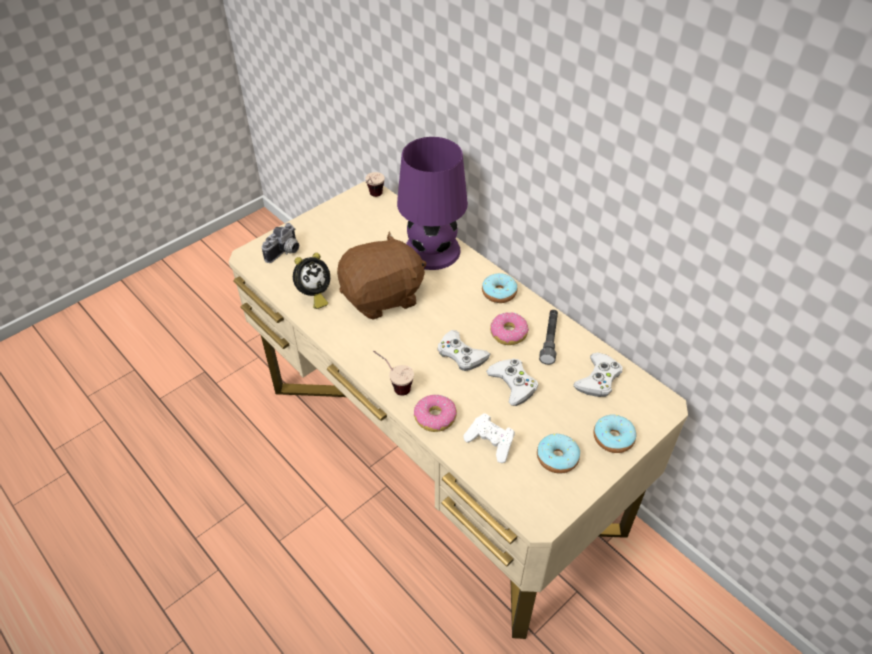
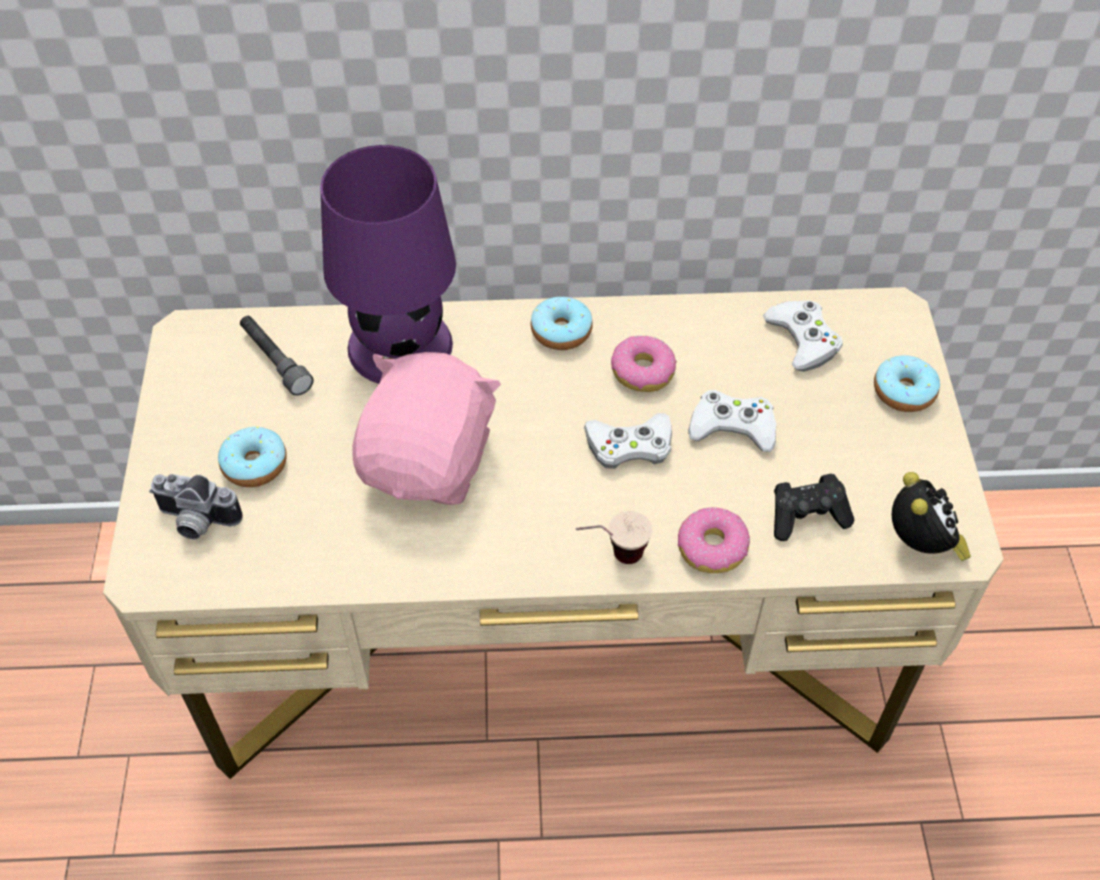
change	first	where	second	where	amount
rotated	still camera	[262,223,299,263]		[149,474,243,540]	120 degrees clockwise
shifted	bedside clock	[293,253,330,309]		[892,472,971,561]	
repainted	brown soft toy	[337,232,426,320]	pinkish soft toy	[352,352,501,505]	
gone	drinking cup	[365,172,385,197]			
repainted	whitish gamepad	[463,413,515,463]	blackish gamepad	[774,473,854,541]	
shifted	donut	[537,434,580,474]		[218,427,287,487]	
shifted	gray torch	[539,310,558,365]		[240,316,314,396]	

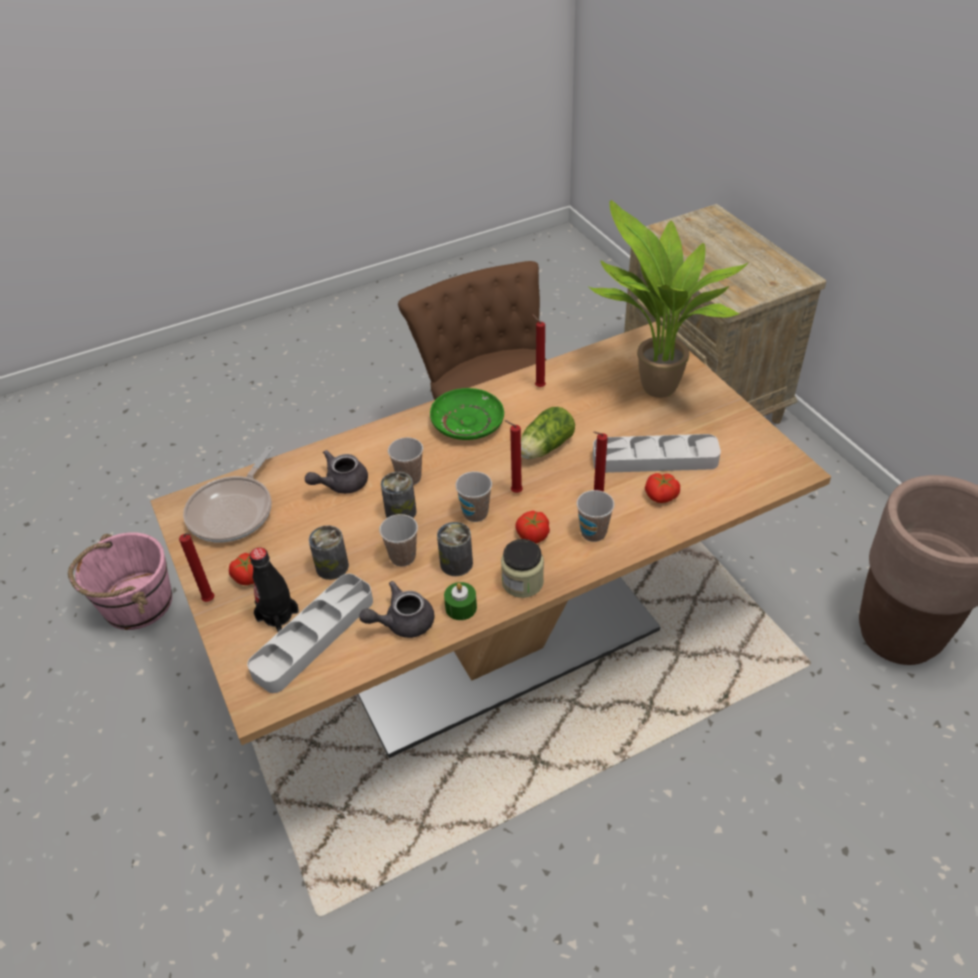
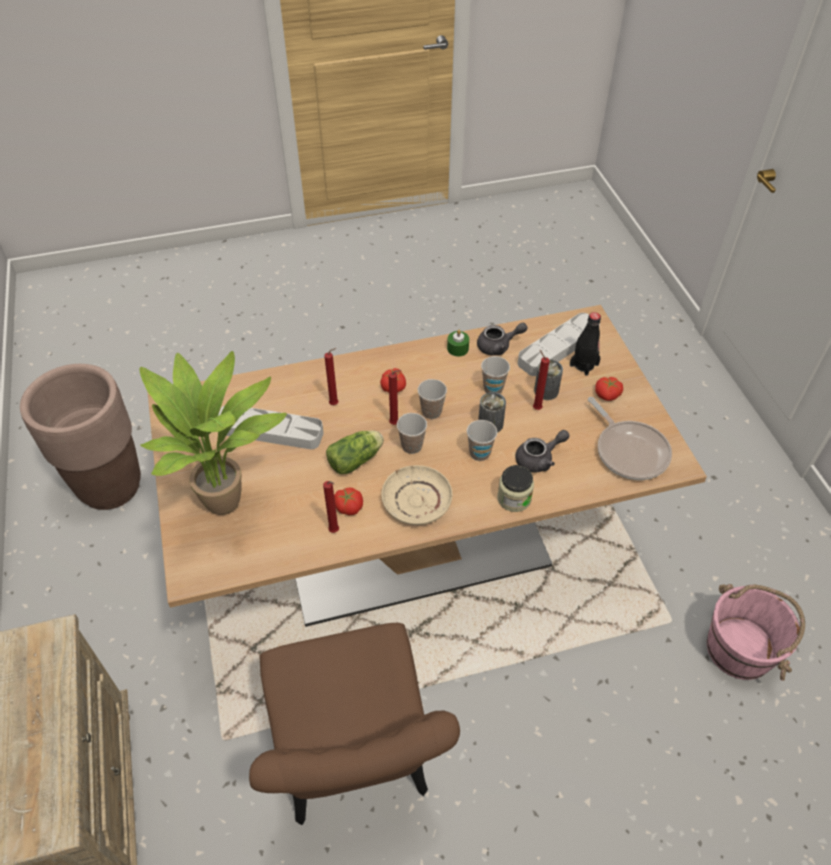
change	first	where	second	where	amount
shifted	red candle	[179,532,214,602]		[533,350,550,410]	
rotated	skillet	[183,446,274,542]		[588,397,672,480]	120 degrees clockwise
repainted	green-coloured plate	[430,388,504,440]	beige-coloured plate	[381,465,453,525]	
gone	sealed can	[437,522,473,576]			
shifted	storage jar	[501,539,544,598]		[497,465,534,512]	
shifted	drinking cup	[576,490,615,542]		[397,413,427,454]	
shifted	fresh tomato	[645,473,680,503]		[334,488,363,515]	

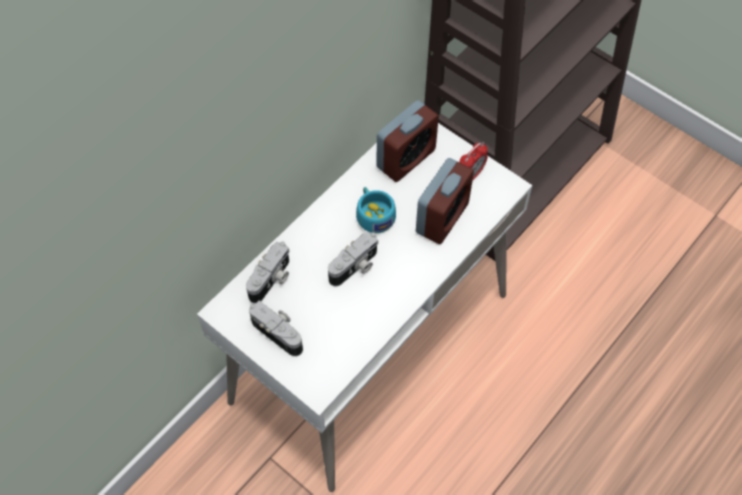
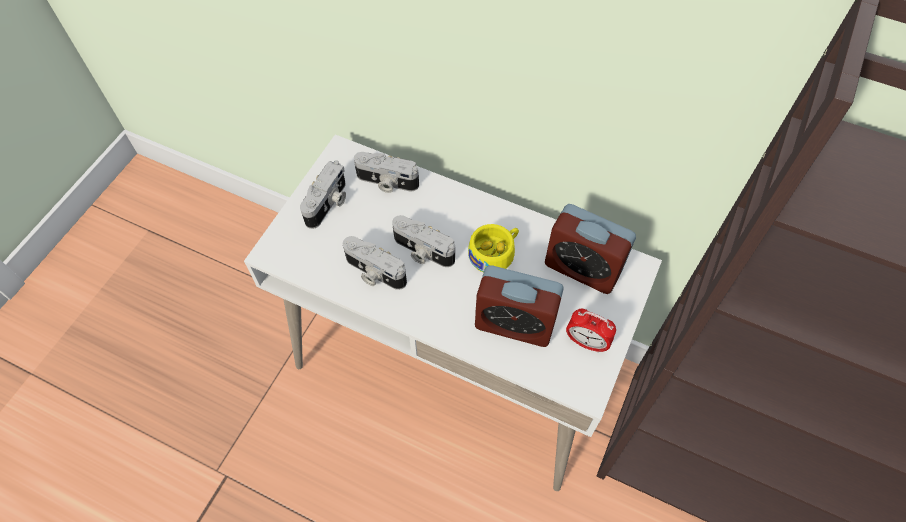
change	first	where	second	where	amount
repainted	turquoise drinking cup	[356,187,396,233]	yellow-coloured drinking cup	[468,224,519,273]	
new			still camera	[343,236,407,290]	

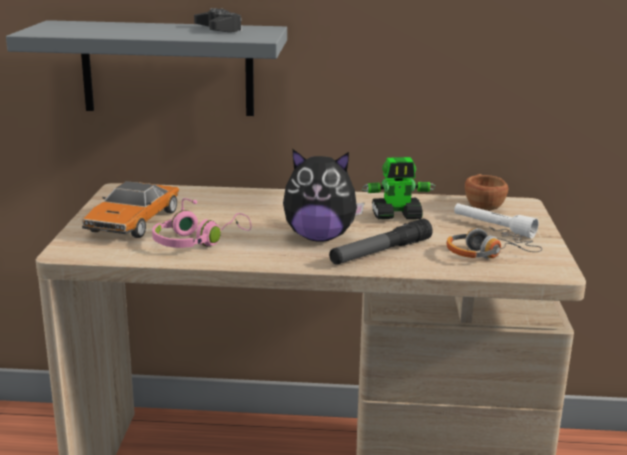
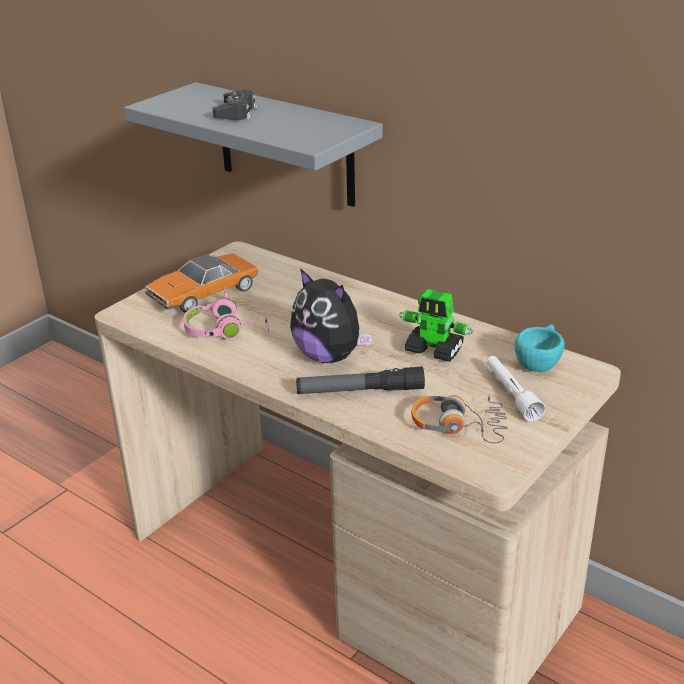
change	first	where	second	where	amount
shifted	blackish gamepad	[194,8,242,32]		[213,89,257,120]	
repainted	brown drinking cup	[465,174,508,211]	turquoise drinking cup	[514,325,565,372]	

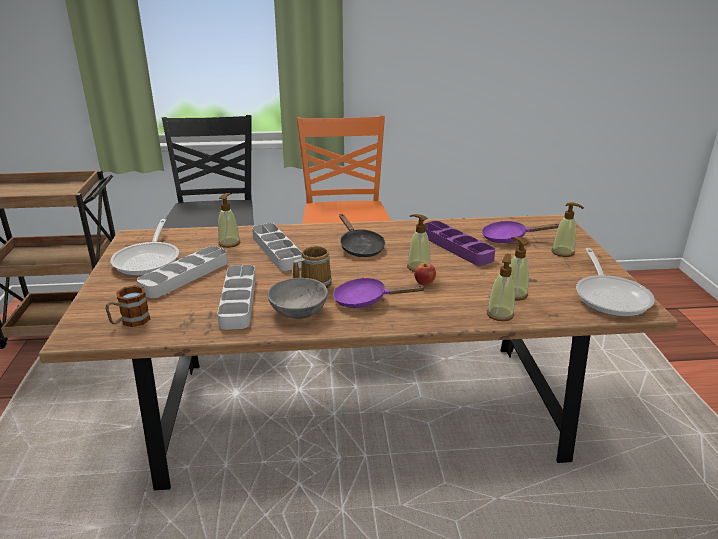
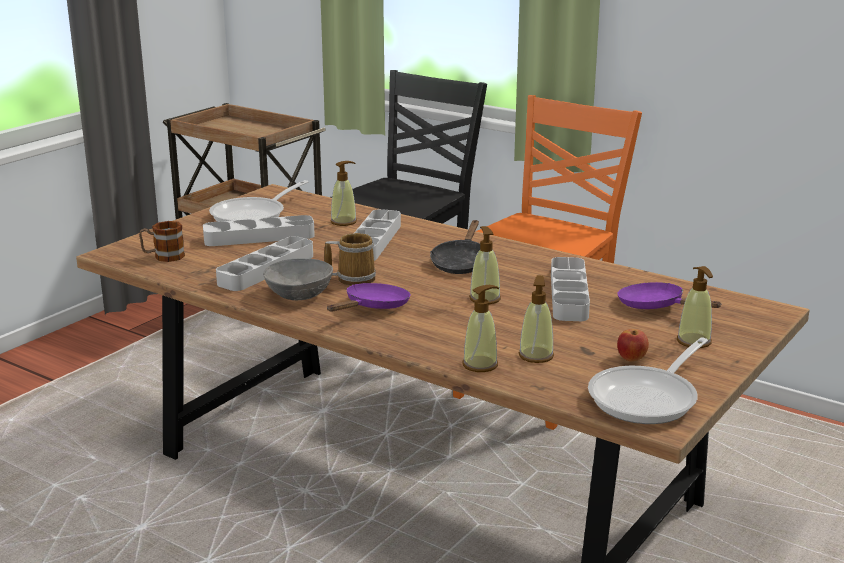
change	first	where	second	where	amount
rotated	purple skillet	[333,278,426,308]		[327,283,411,311]	75 degrees clockwise
shifted	apple	[414,263,436,286]		[617,329,649,362]	
repainted	purple tray	[424,221,495,266]	gray tray	[551,257,590,321]	

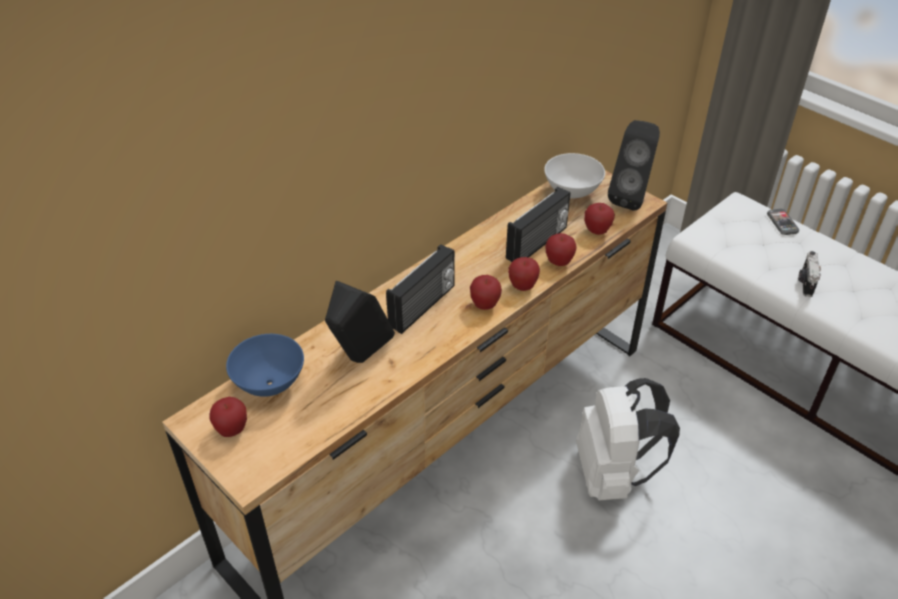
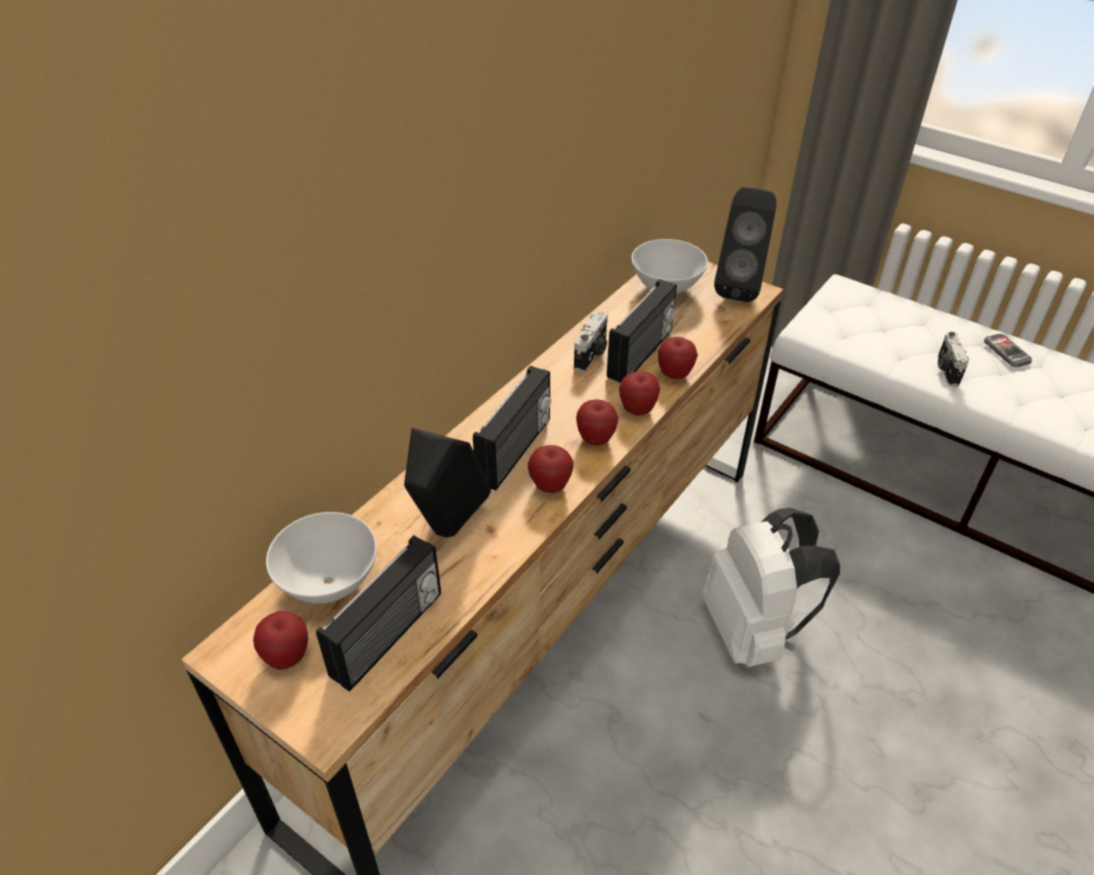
change	first	where	second	where	amount
repainted	blue-coloured serving bowl	[226,334,304,397]	whitish serving bowl	[266,512,377,603]	
shifted	apple	[584,203,615,235]		[528,445,574,493]	
shifted	telephone	[767,209,799,235]		[984,334,1032,367]	
new			radio receiver	[316,535,441,692]	
new			still camera	[574,311,608,373]	

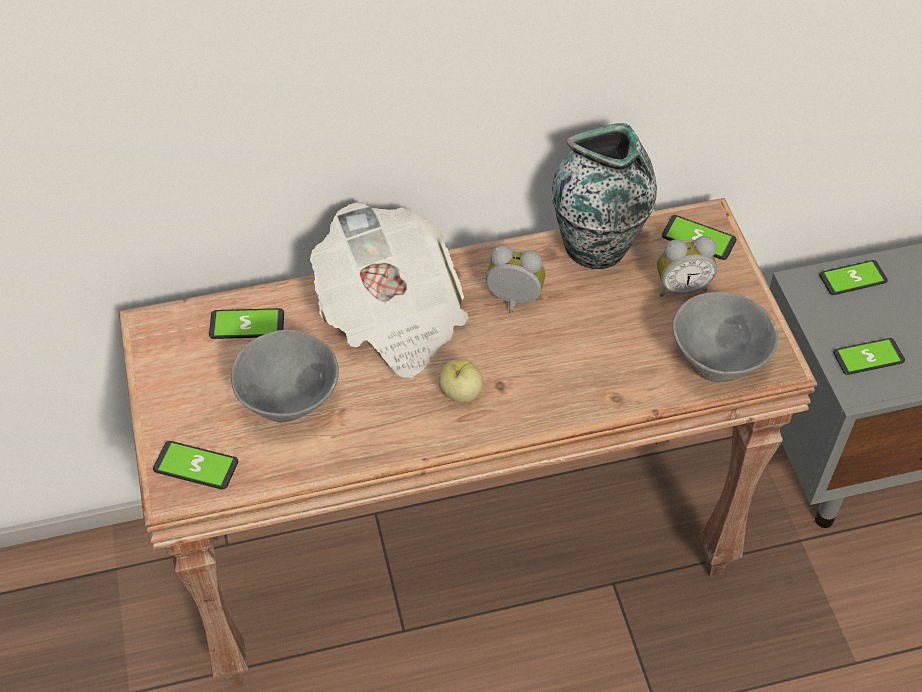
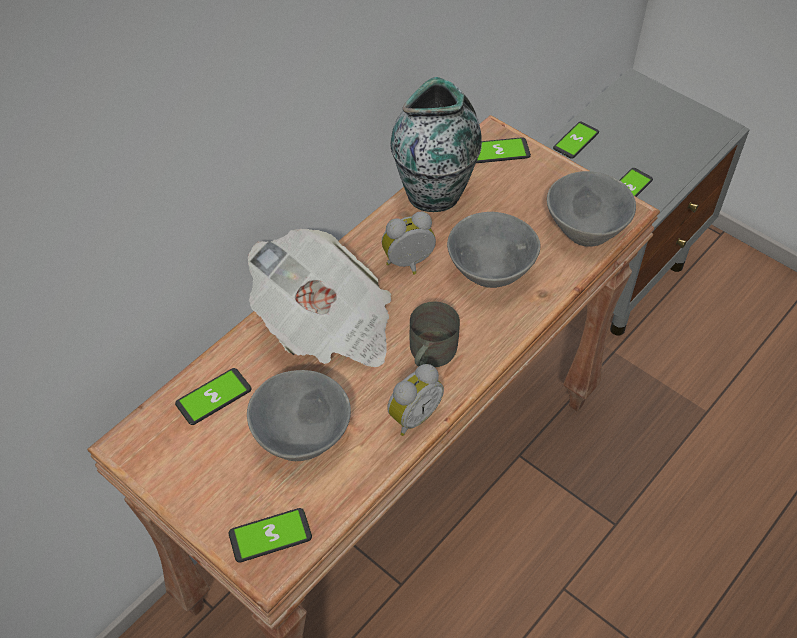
change	first	where	second	where	amount
swapped	apple	[439,359,483,403]	gray coffee mug	[409,301,460,367]	
shifted	bedside clock	[657,236,717,297]		[387,364,444,436]	
new			gray serving bowl	[447,212,541,288]	

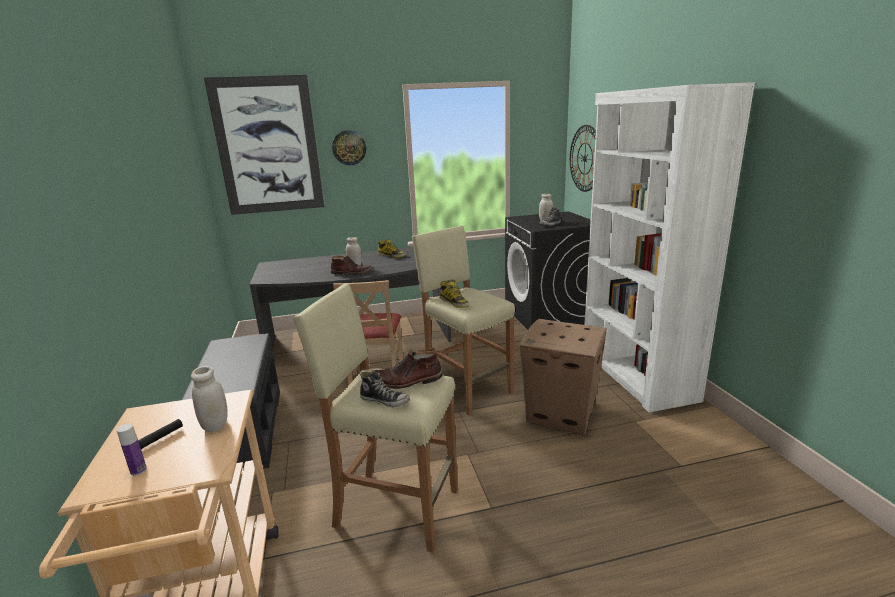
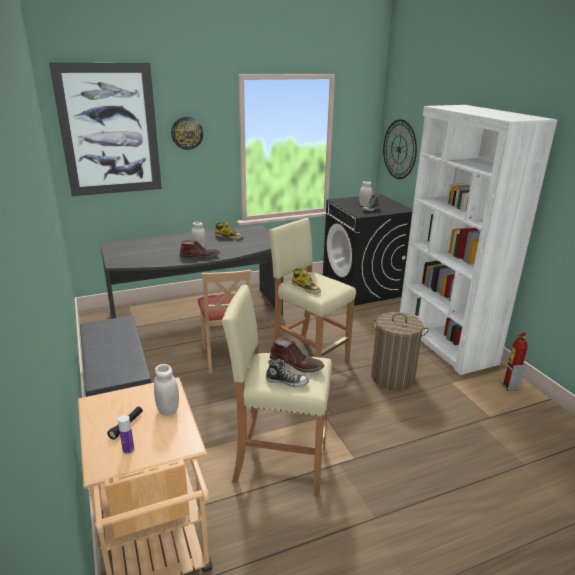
change	first	where	second	where	amount
rotated	brown high-top boot	[374,350,443,389]		[270,337,324,373]	135 degrees counterclockwise
swapped	carton	[520,319,607,434]	washing basket	[371,312,429,390]	
new			fire extinguisher	[501,332,528,391]	

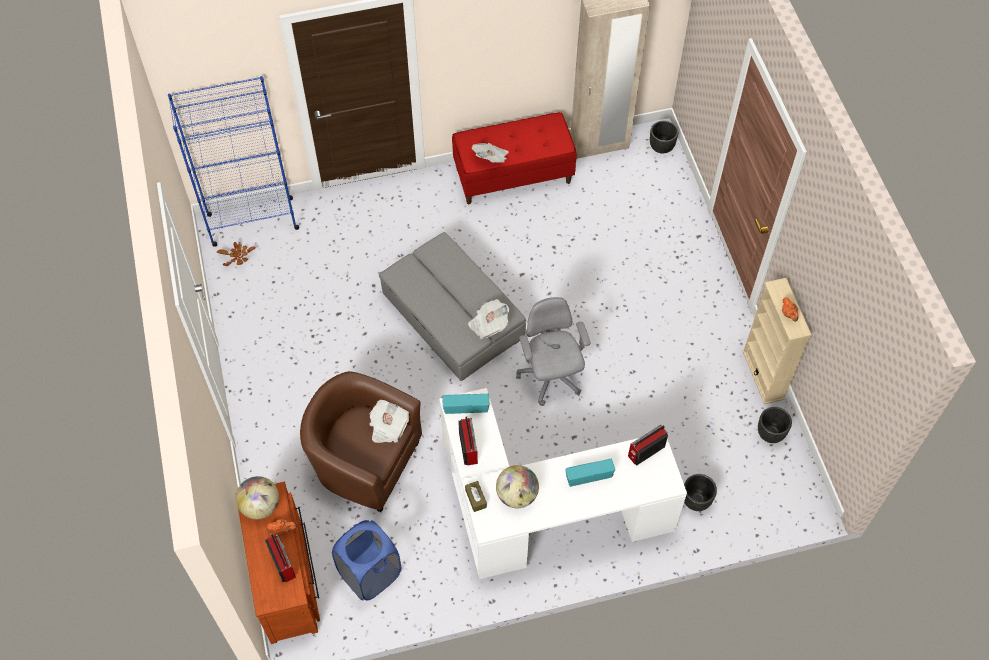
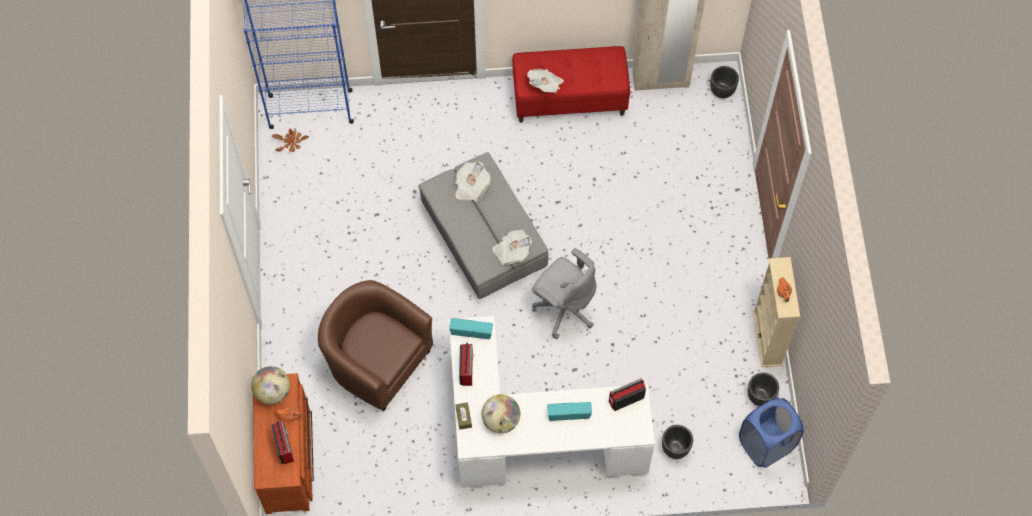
change	first	where	second	where	amount
shifted	blue-coloured washing basket	[332,520,401,600]		[739,397,804,468]	
shifted	printed paper	[369,400,409,443]		[455,162,490,202]	
rotated	gray office chair	[516,297,590,406]		[532,248,597,339]	135 degrees clockwise

